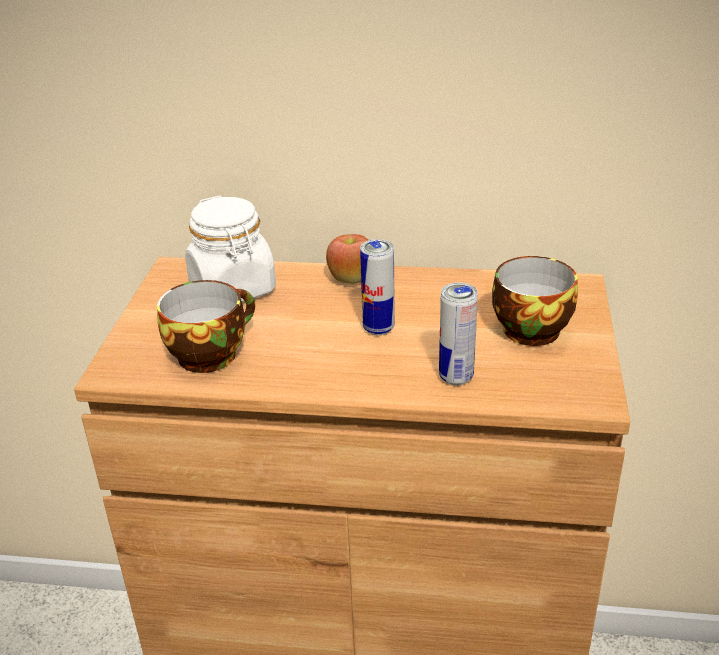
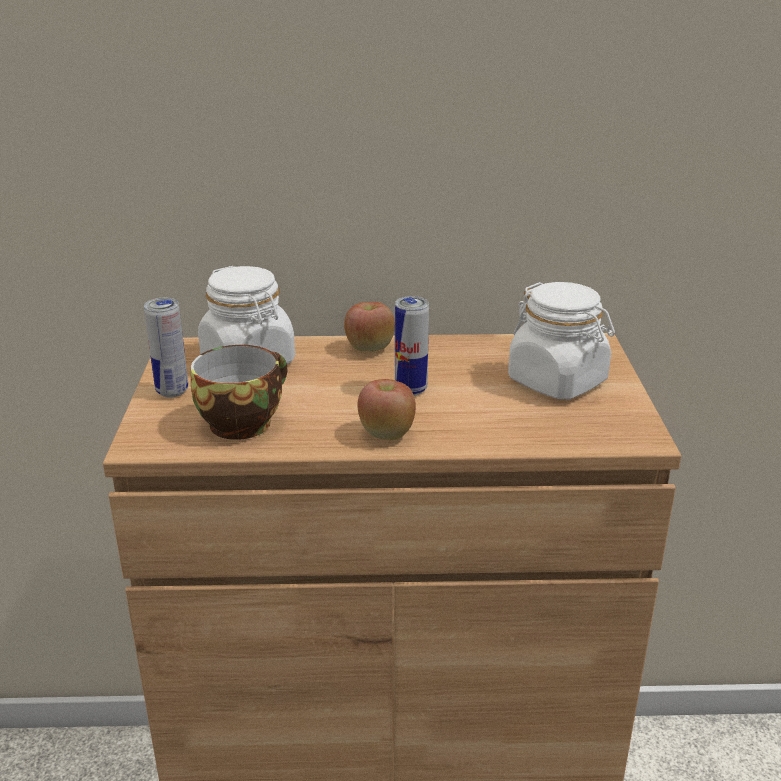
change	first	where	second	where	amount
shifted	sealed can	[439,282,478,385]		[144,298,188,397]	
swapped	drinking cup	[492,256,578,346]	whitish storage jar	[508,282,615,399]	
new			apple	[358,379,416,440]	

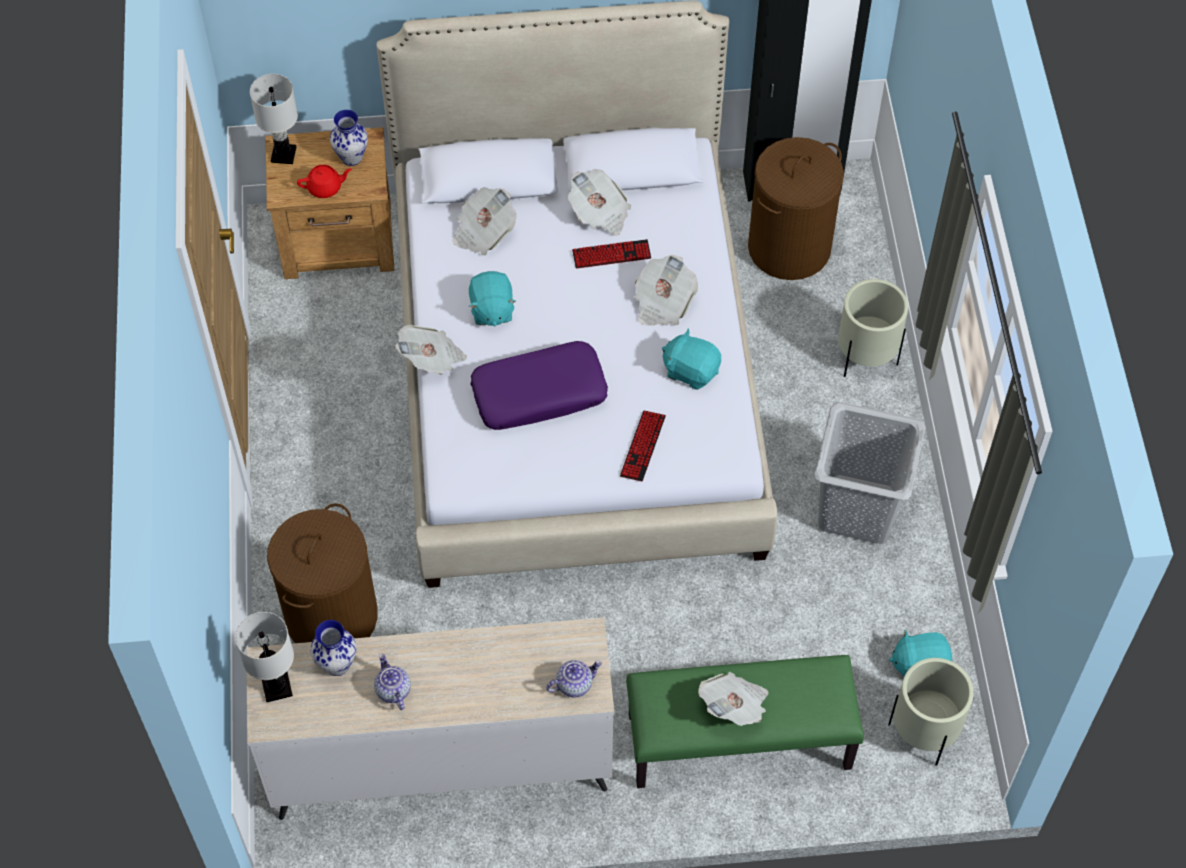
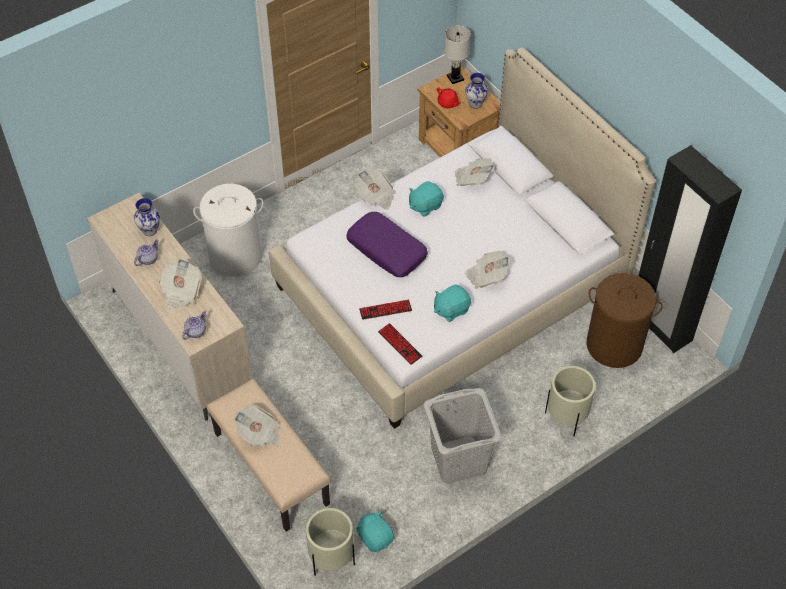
change	first	where	second	where	amount
gone	whitish table lamp	[235,612,294,702]			
repainted	brown washing basket	[267,503,378,643]	whitish washing basket	[193,184,263,276]	
rotated	tea pot	[546,660,602,697]		[182,311,206,340]	90 degrees counterclockwise
shifted	printed paper	[568,169,631,236]		[159,258,202,309]	
shifted	computer keyboard	[572,239,651,269]		[378,323,422,365]	
repainted	green-coloured bench	[626,655,864,788]	beige-coloured bench	[207,379,331,532]	
rotated	turquoise soft toy	[662,328,721,390]		[434,285,471,322]	120 degrees counterclockwise

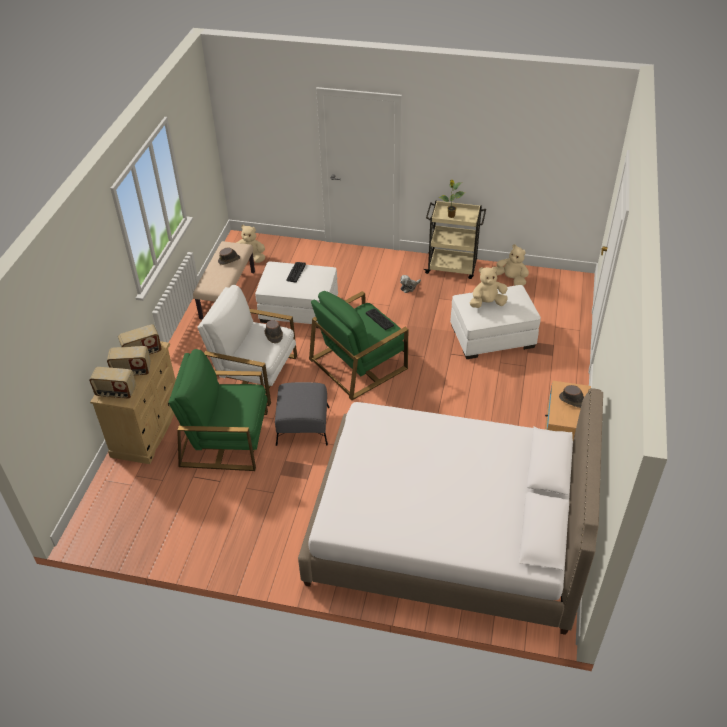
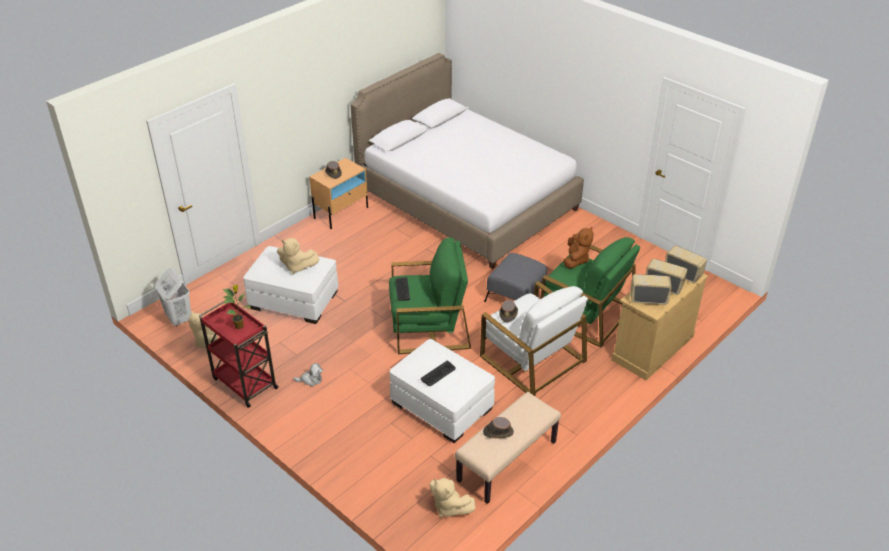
change	first	where	second	where	amount
repainted	beige-coloured trolley	[424,200,486,279]	red trolley	[199,300,279,408]	
new			whitish washing basket	[155,268,191,327]	
new			brown soft toy	[563,226,594,269]	

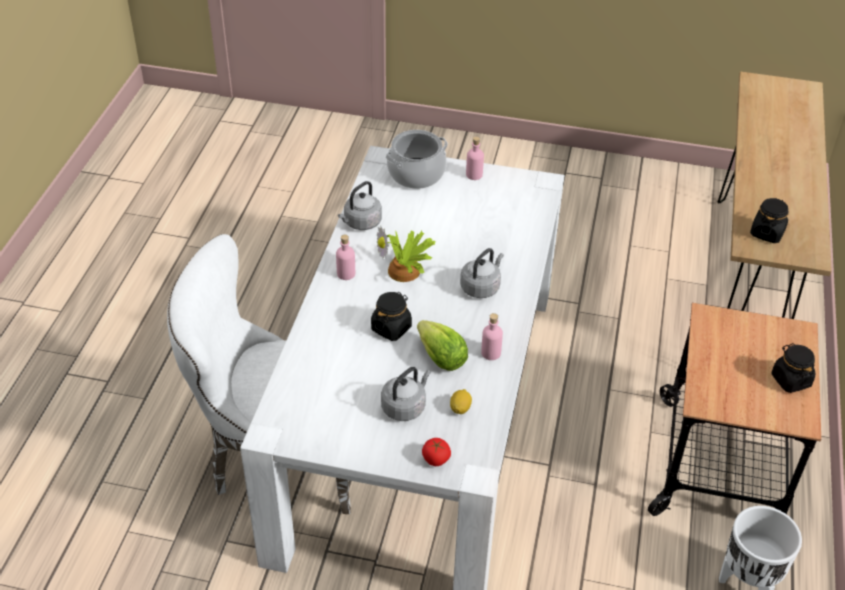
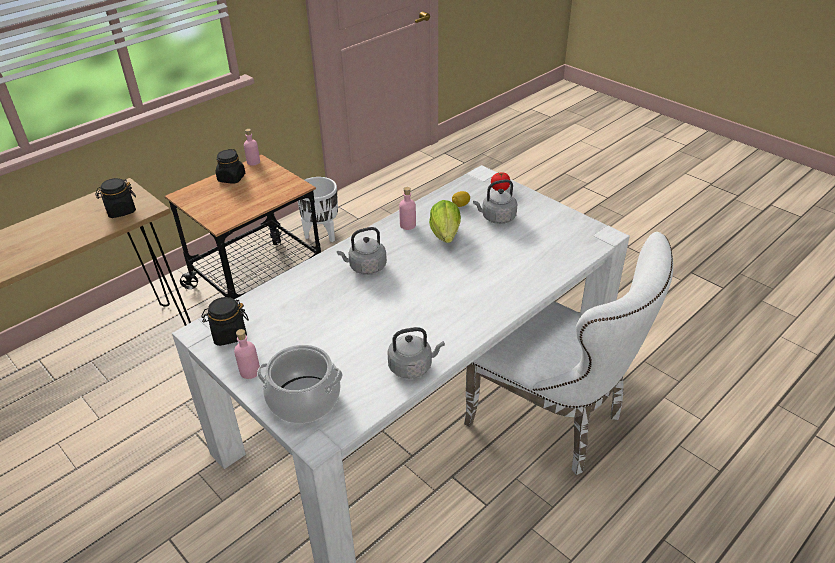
change	first	where	second	where	amount
shifted	pinkish drink bottle	[336,235,355,280]		[244,129,260,165]	
shifted	blackish storage jar	[371,292,412,341]		[201,297,249,346]	
gone	houseplant	[377,225,436,282]			

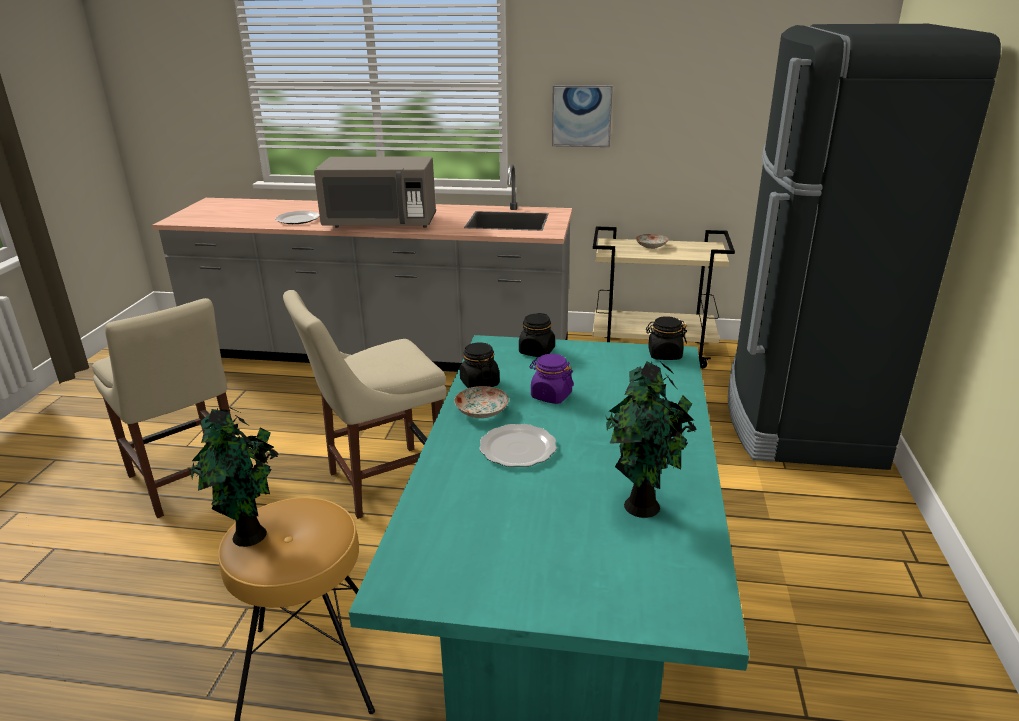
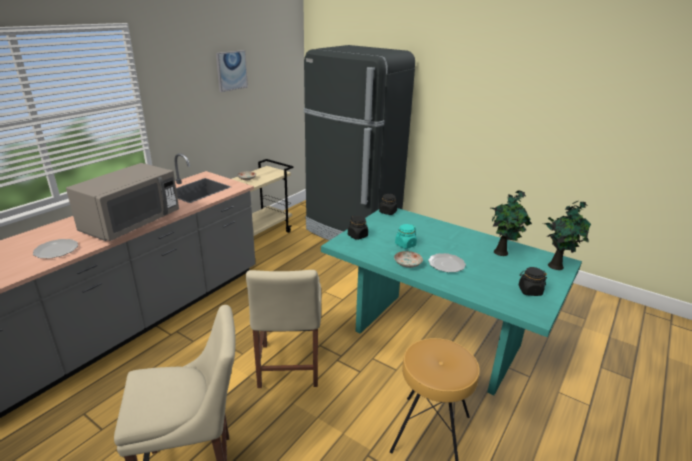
change	first	where	second	where	amount
shifted	houseplant	[187,406,279,547]		[545,201,591,270]	
shifted	blackish storage jar	[460,343,500,388]		[519,267,547,296]	
repainted	purple storage jar	[529,354,574,404]	turquoise storage jar	[395,224,417,249]	
shifted	wall art	[552,85,613,147]		[216,50,248,92]	

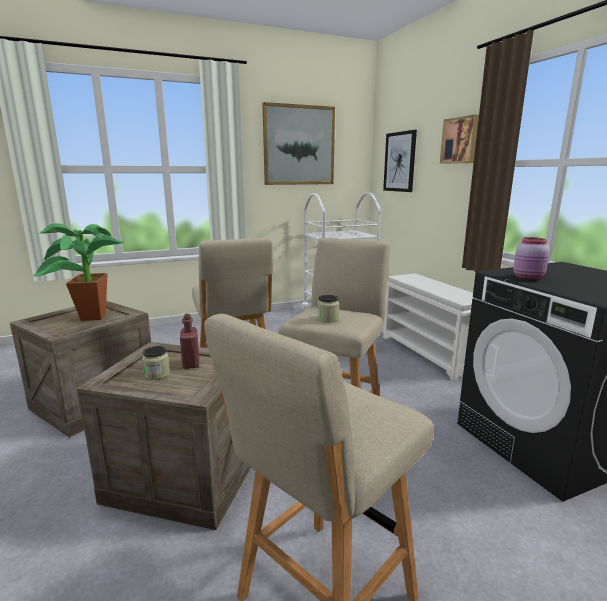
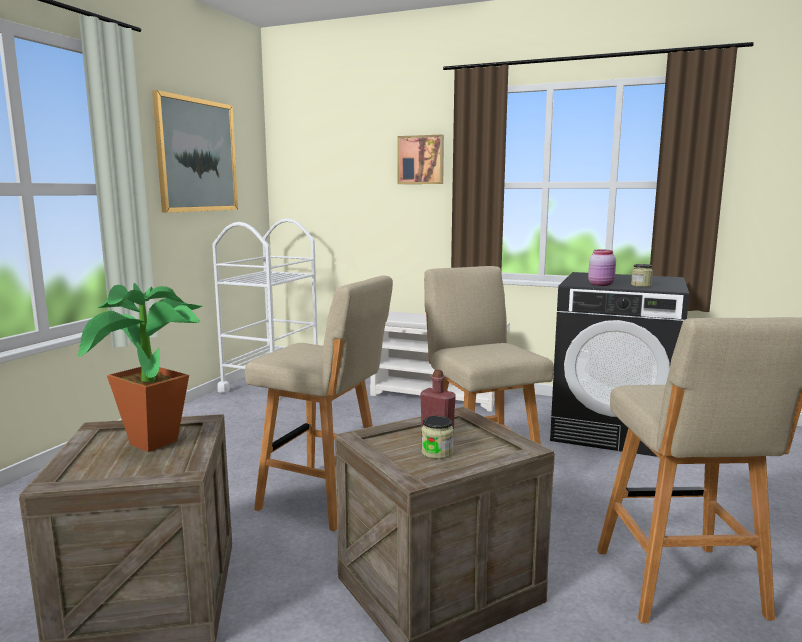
change	first	where	second	where	amount
shifted	storage jar	[317,295,339,323]		[631,264,653,287]	
gone	wall art	[383,130,417,192]			

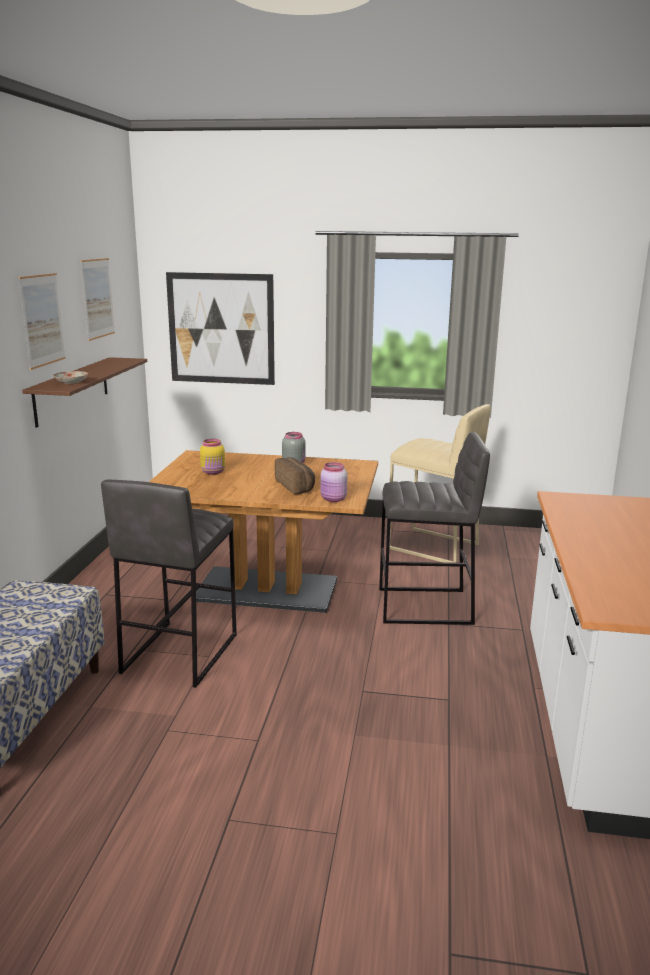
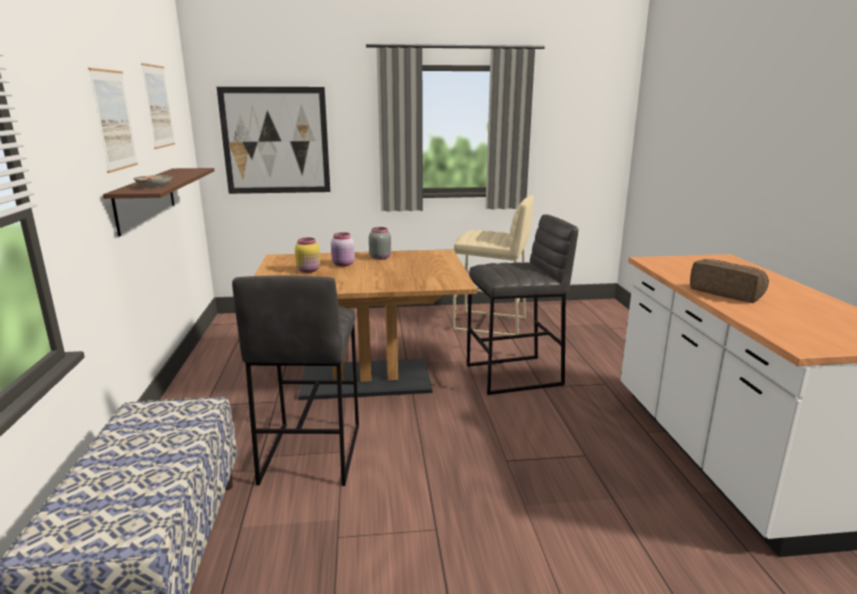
change	first	where	second	where	amount
shifted	bread	[275,457,315,495]		[690,259,769,303]	
shifted	pinkish storage jar	[320,462,347,502]		[331,232,355,267]	

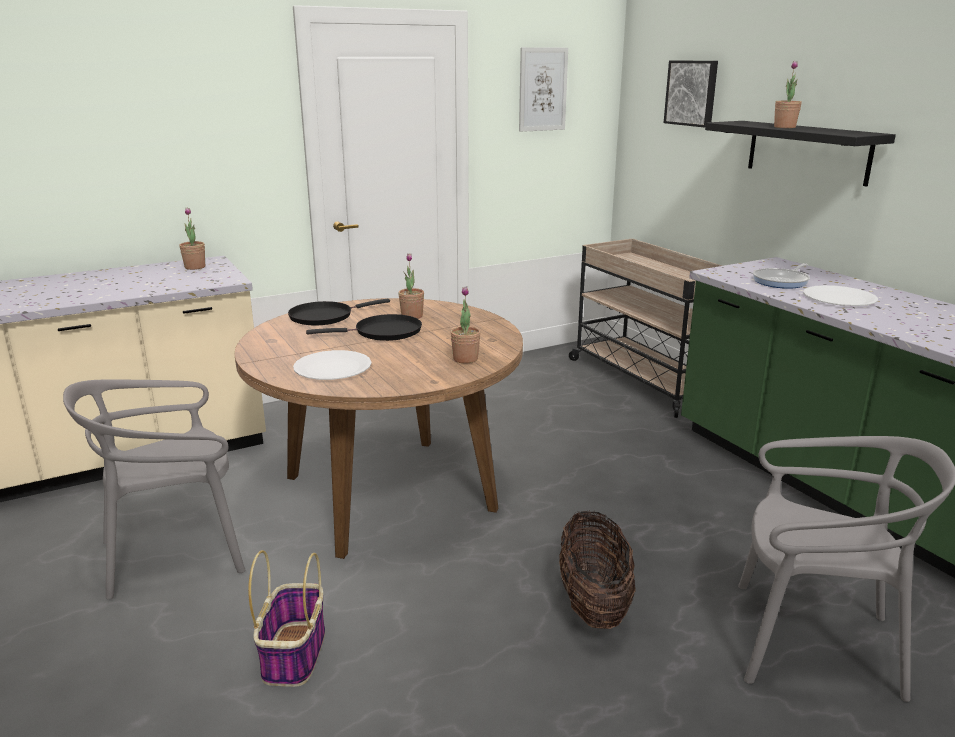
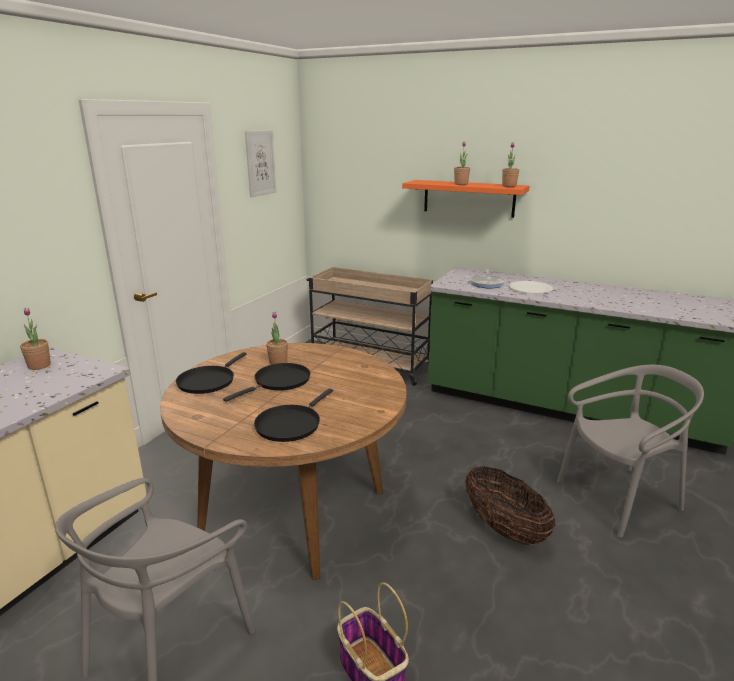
change	first	where	second	where	amount
swapped	whitish plate	[293,350,372,380]	blackish skillet	[254,388,333,442]	
shifted	houseplant	[450,286,481,364]		[502,142,519,187]	
gone	wall art	[664,61,718,128]			
repainted	blackish wall shelf	[705,121,896,187]	orange-coloured wall shelf	[402,180,530,218]	

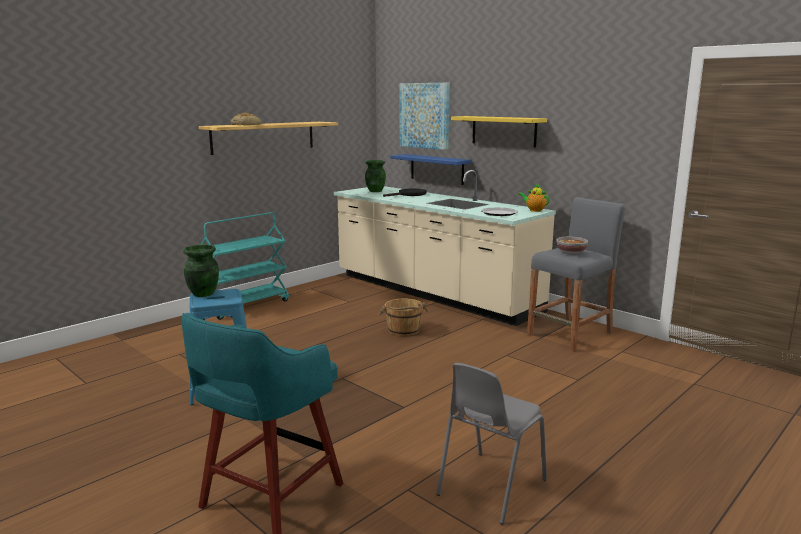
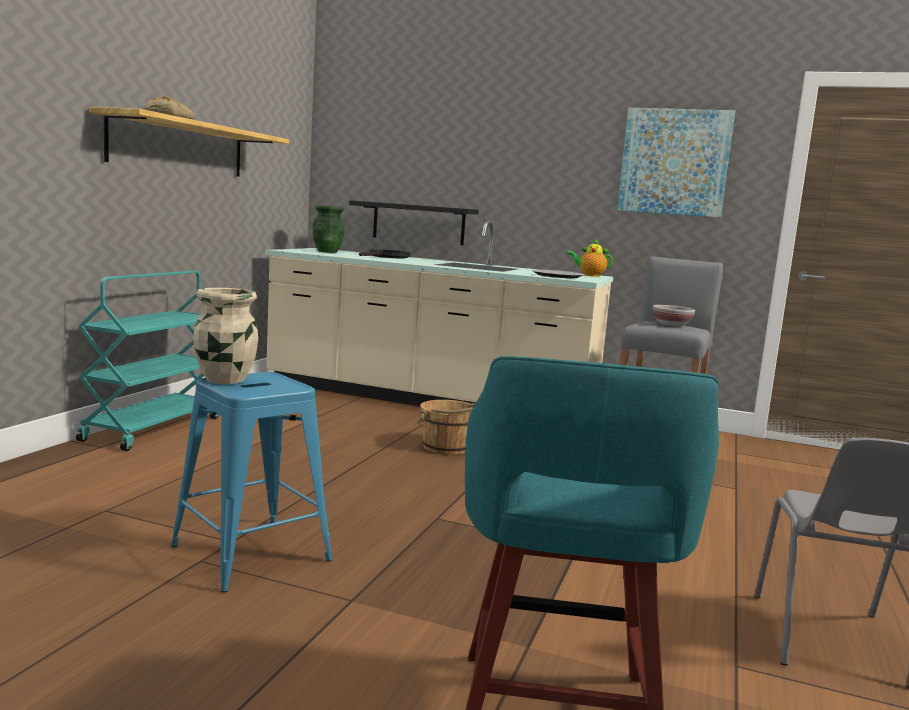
change	first	where	second	where	amount
repainted	green-coloured vase	[183,244,219,297]	beige-coloured vase	[193,288,258,384]	
repainted	blue-coloured wall shelf	[391,154,472,185]	blackish wall shelf	[349,200,479,245]	
shifted	wall art	[400,83,450,150]		[617,108,735,218]	
gone	yellow-coloured wall shelf	[451,116,547,147]			

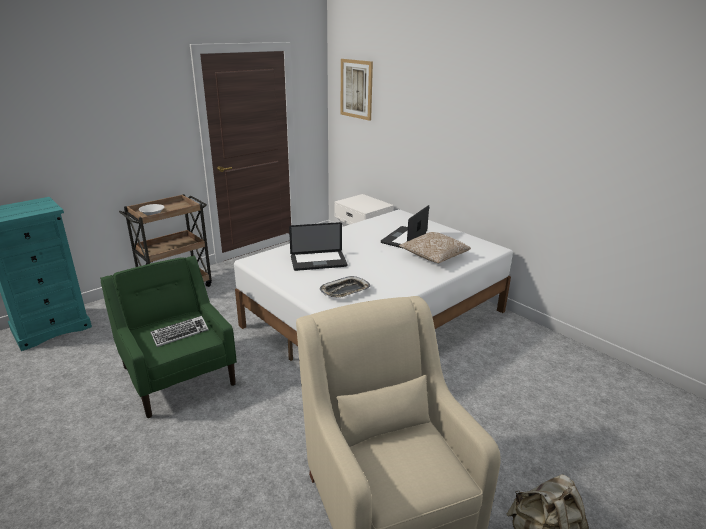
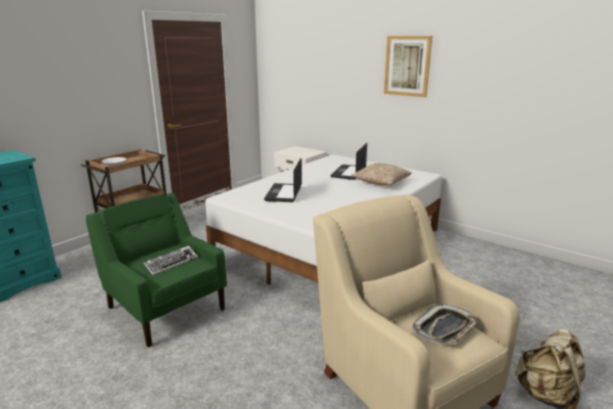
change	first	where	second	where	amount
rotated	notebook computer	[289,222,347,271]		[264,158,302,202]	120 degrees clockwise
shifted	tray	[319,276,370,298]		[413,304,478,344]	
shifted	wall art	[341,59,373,121]		[384,36,432,97]	

